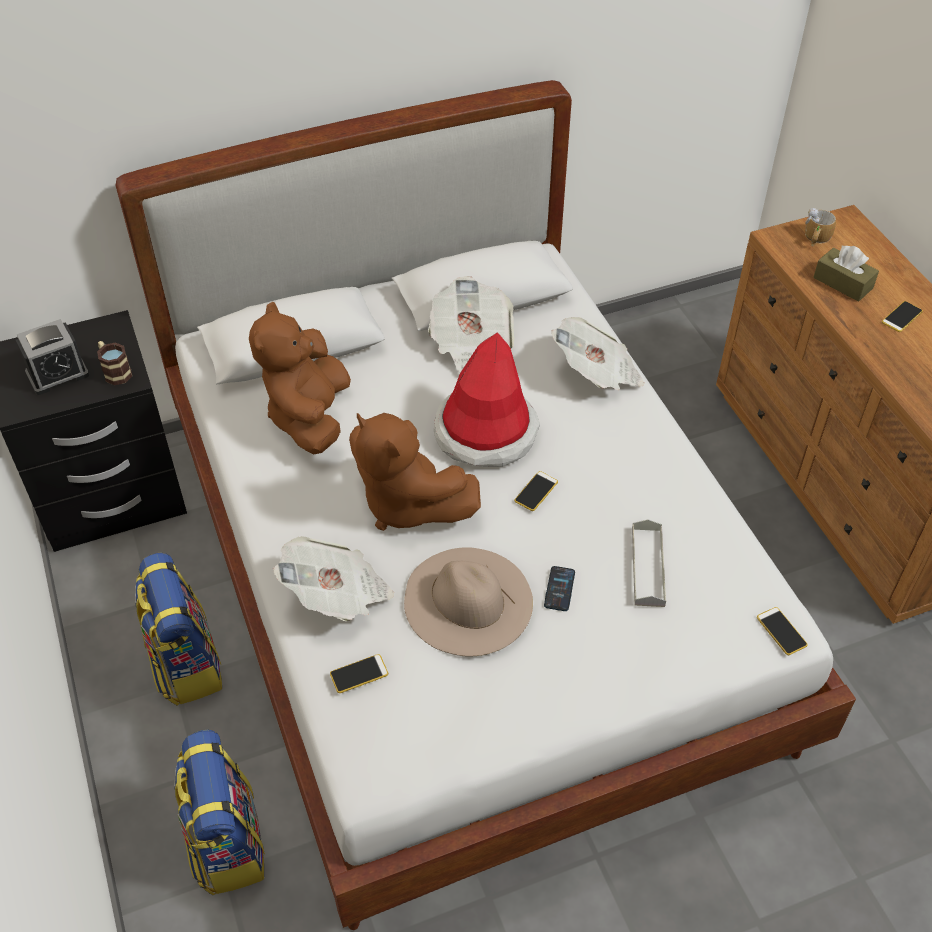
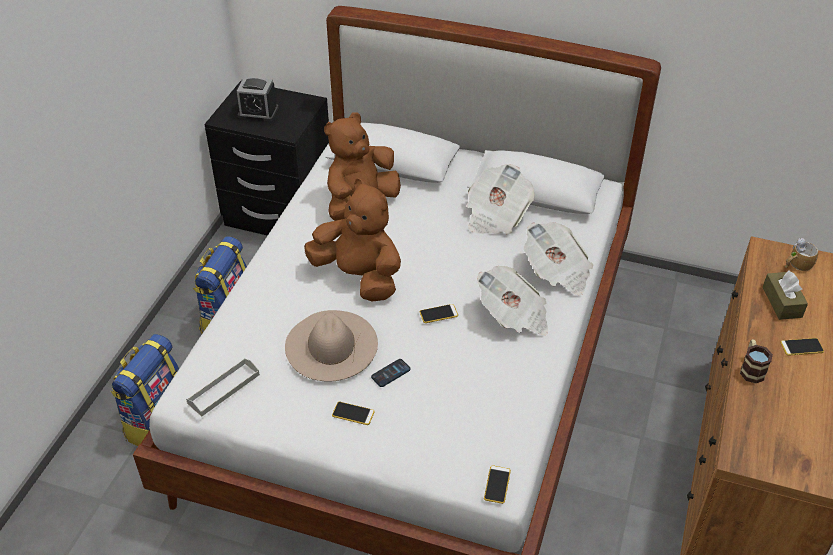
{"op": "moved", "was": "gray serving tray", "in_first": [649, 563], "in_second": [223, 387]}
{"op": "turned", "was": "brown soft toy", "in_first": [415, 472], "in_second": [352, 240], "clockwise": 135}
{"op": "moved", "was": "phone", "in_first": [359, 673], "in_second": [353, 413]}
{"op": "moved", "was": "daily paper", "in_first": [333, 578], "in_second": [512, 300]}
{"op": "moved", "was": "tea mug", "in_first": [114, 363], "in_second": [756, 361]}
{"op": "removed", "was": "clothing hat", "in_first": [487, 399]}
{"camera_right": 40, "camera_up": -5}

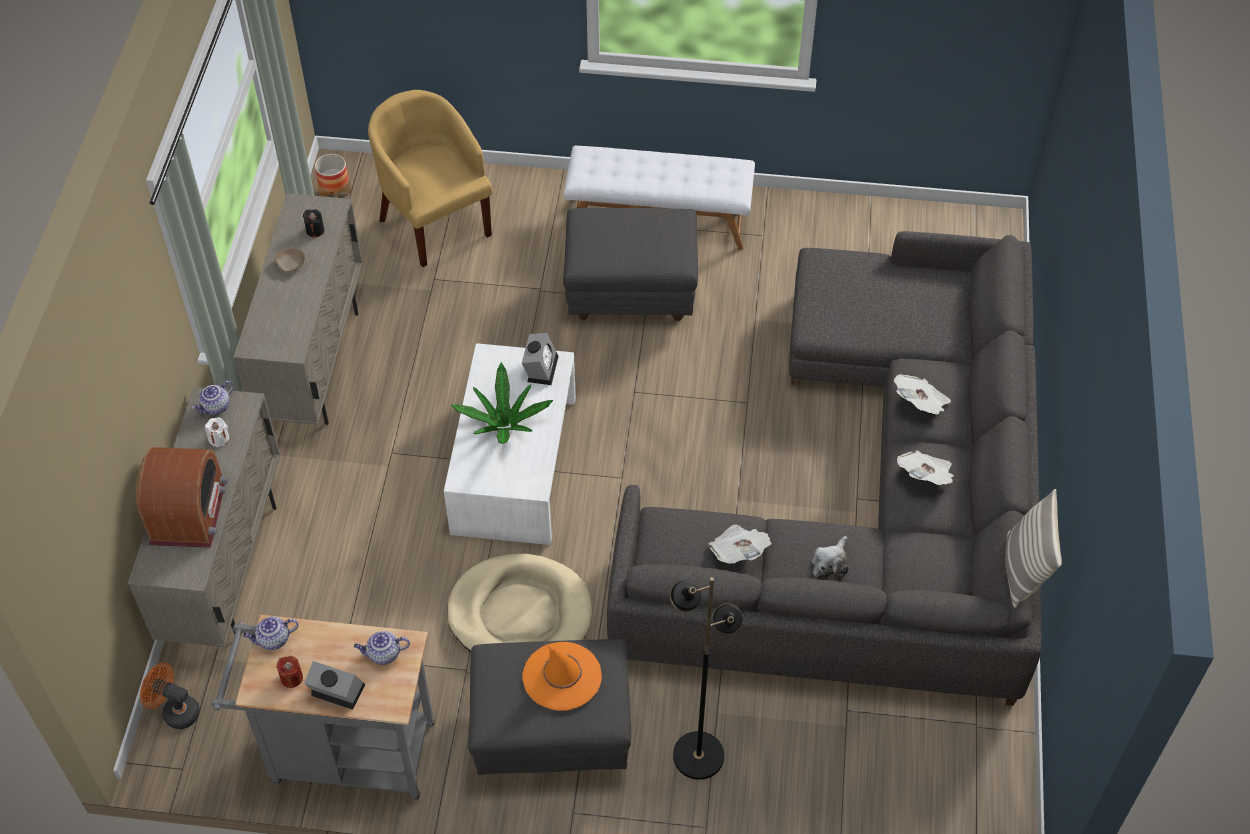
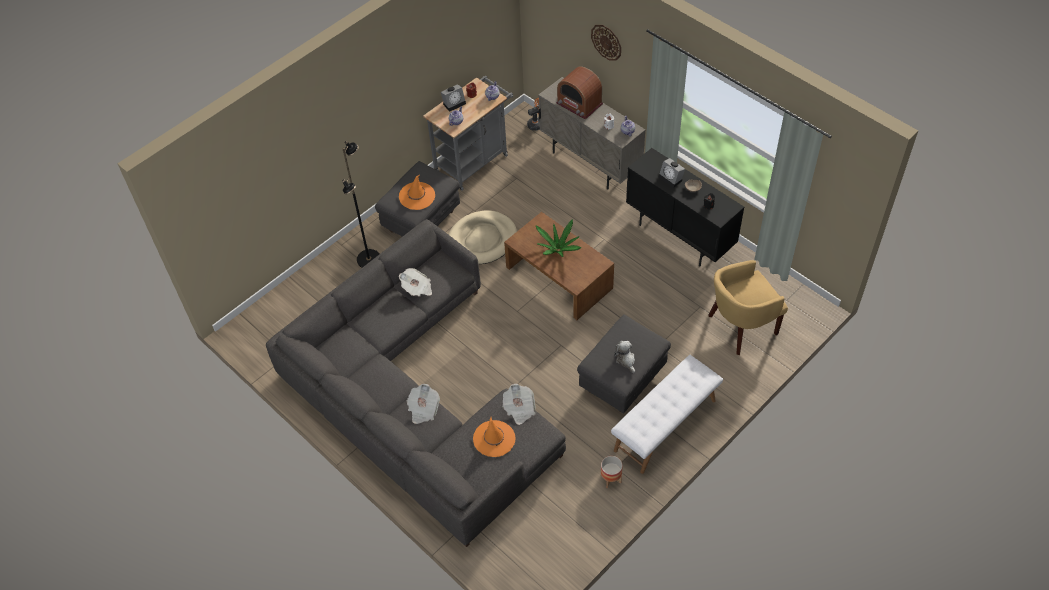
{"op": "added", "now": "orangey clothing hat", "in_second": [494, 437]}
{"op": "moved", "was": "daily paper", "in_first": [925, 467], "in_second": [519, 404]}
{"op": "recoloured", "was": "white low table", "now": "brown low table", "in_first": [510, 444], "in_second": [559, 266]}
{"op": "added", "now": "wall clock", "in_second": [606, 43]}
{"op": "moved", "was": "flower pot", "in_first": [333, 176], "in_second": [611, 472]}
{"op": "moved", "was": "soft toy", "in_first": [830, 558], "in_second": [624, 357]}
{"op": "recoloured", "was": "beige-coloured storage cabinet", "now": "blackish storage cabinet", "in_first": [298, 309], "in_second": [685, 207]}
{"op": "moved", "was": "bedside clock", "in_first": [540, 359], "in_second": [672, 173]}
{"op": "turned", "was": "yellowish armchair", "in_first": [430, 178], "in_second": [748, 307], "clockwise": 150}
{"op": "removed", "was": "throw pillow", "in_first": [1033, 548]}
{"camera_right": 130, "camera_up": 0}

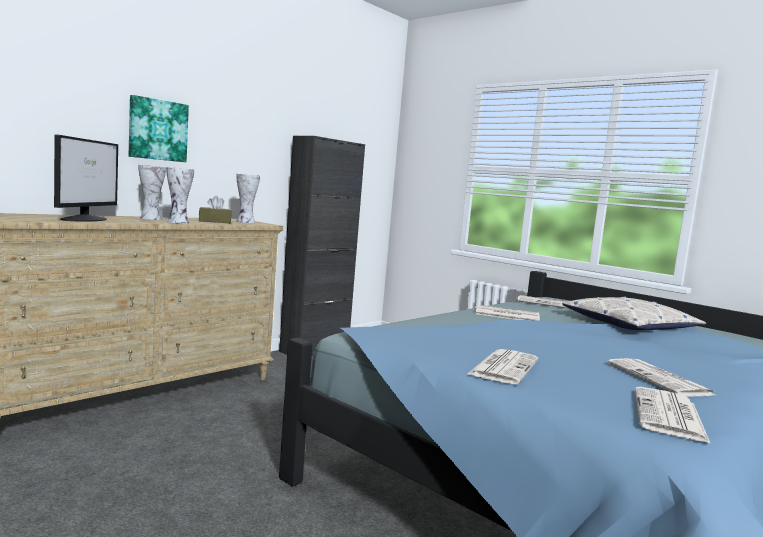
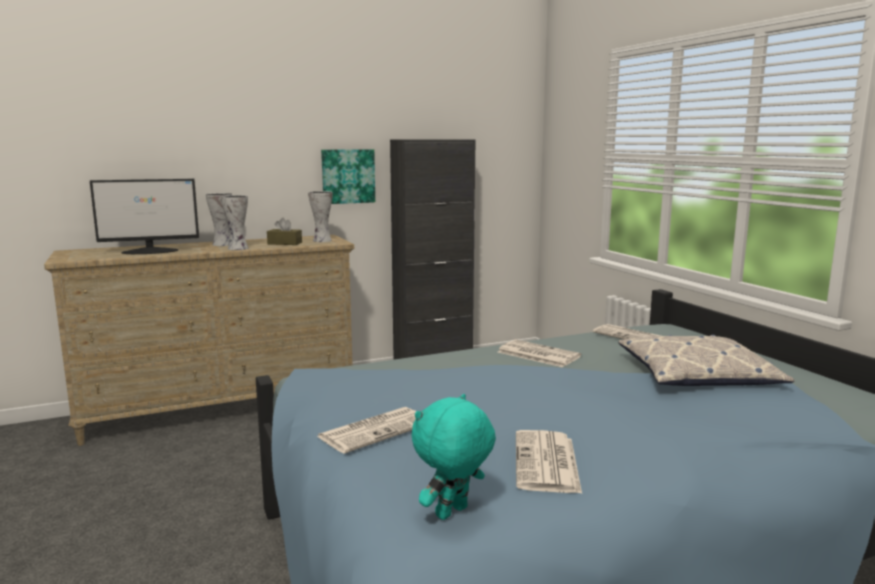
{"op": "turned", "was": "computer screen", "in_first": [86, 178], "in_second": [144, 216], "clockwise": 45}
{"op": "moved", "was": "picture", "in_first": [158, 128], "in_second": [348, 176]}
{"op": "replaced", "was": "daily paper", "now": "turquoise soft toy", "in_first": [673, 415], "in_second": [453, 457]}
{"camera_right": 25, "camera_up": 5}

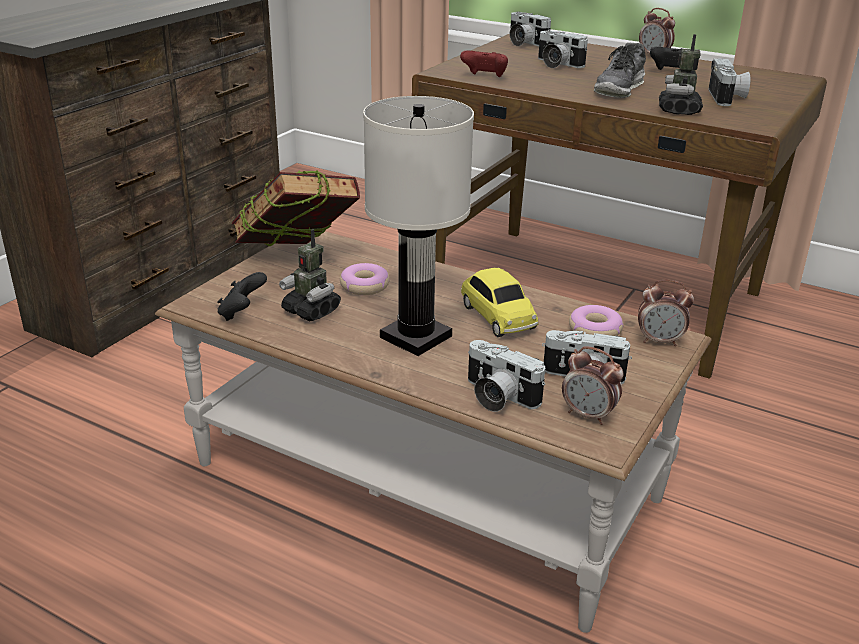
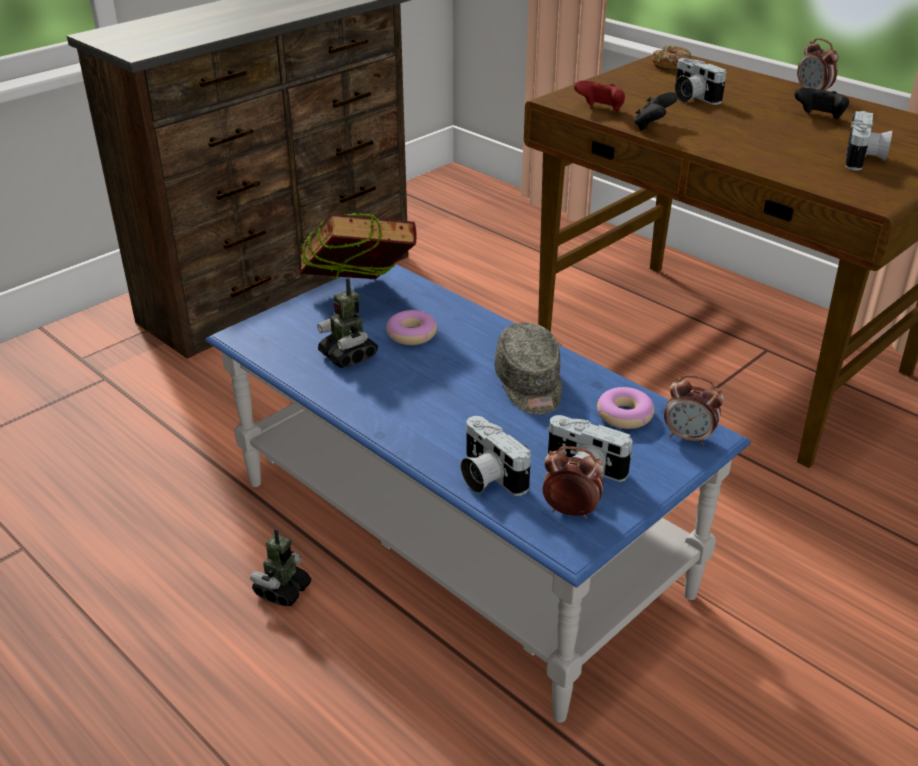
{"op": "recoloured", "was": "brown low table", "now": "blue-coloured low table", "in_first": [433, 432], "in_second": [478, 493]}
{"op": "moved", "was": "toy robot", "in_first": [681, 74], "in_second": [280, 567]}
{"op": "replaced", "was": "miniature car", "now": "gray baseball cap", "in_first": [499, 302], "in_second": [528, 368]}
{"op": "turned", "was": "bedside clock", "in_first": [593, 385], "in_second": [573, 482], "clockwise": 150}
{"op": "moved", "was": "blackish joypad", "in_first": [242, 296], "in_second": [656, 111]}
{"op": "replaced", "was": "photo camera", "now": "ring doughnut", "in_first": [530, 29], "in_second": [672, 58]}
{"op": "removed", "was": "white lamp for a table", "in_first": [418, 226]}
{"op": "removed", "was": "low shoe", "in_first": [620, 70]}
{"camera_right": 15, "camera_up": 5}

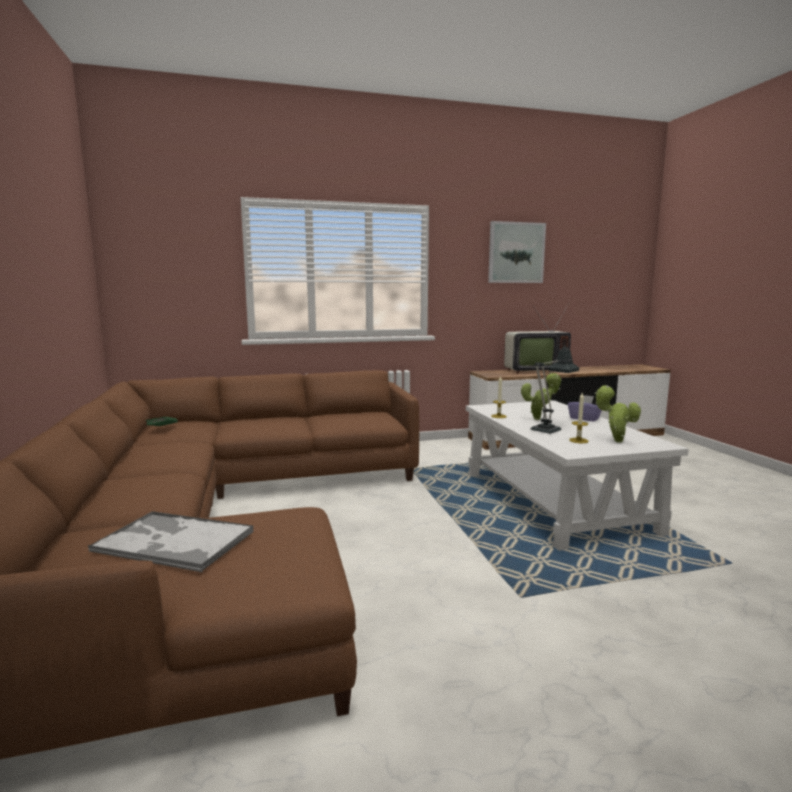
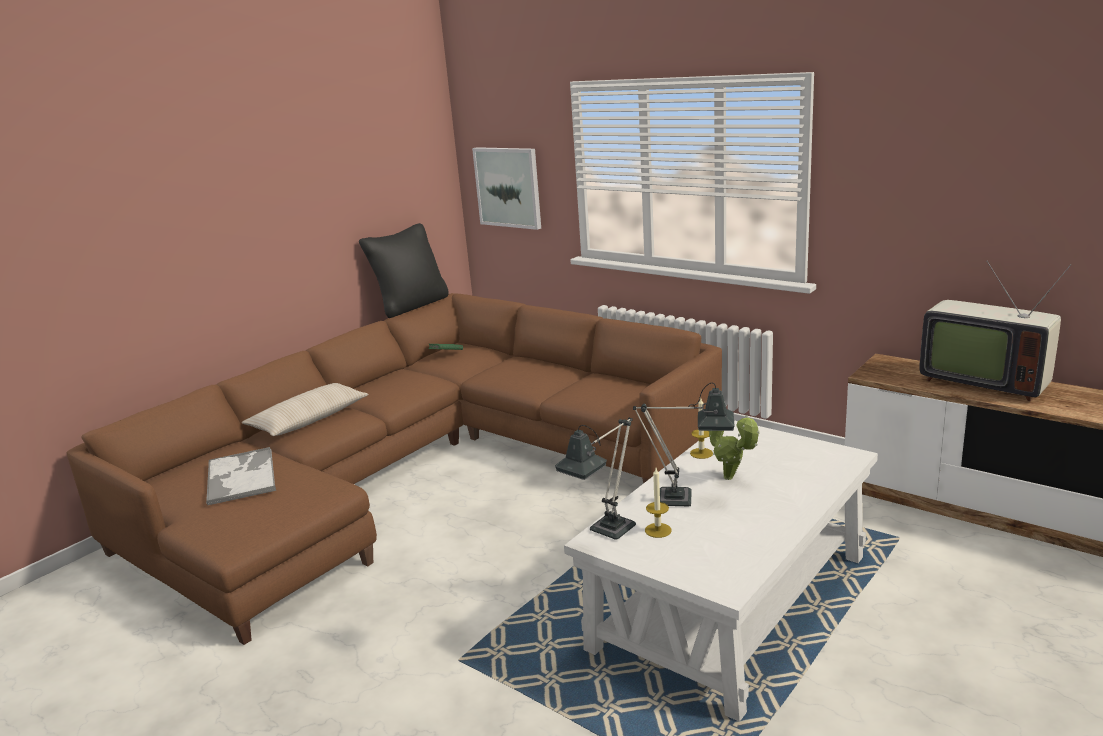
{"op": "added", "now": "beige-coloured throw pillow", "in_second": [305, 409]}
{"op": "added", "now": "blackish throw pillow", "in_second": [404, 270]}
{"op": "moved", "was": "picture", "in_first": [517, 252], "in_second": [506, 188]}
{"op": "added", "now": "lamp for a table", "in_second": [595, 478]}
{"op": "removed", "was": "purple-coloured tissue holder", "in_first": [585, 408]}
{"op": "removed", "was": "potted plant", "in_first": [618, 414]}
{"camera_right": 55, "camera_up": 10}

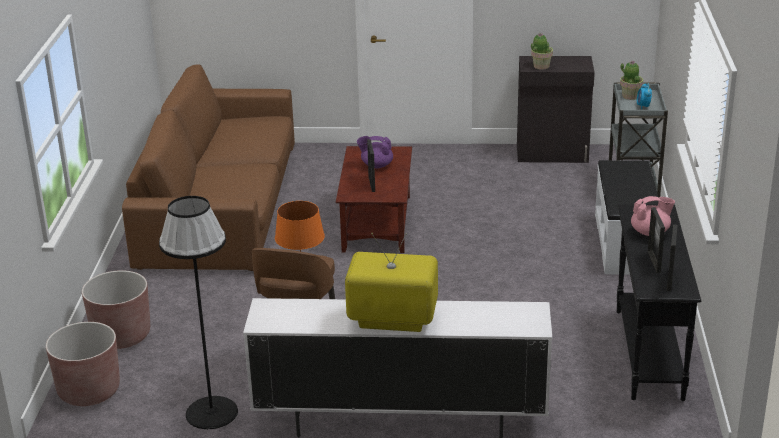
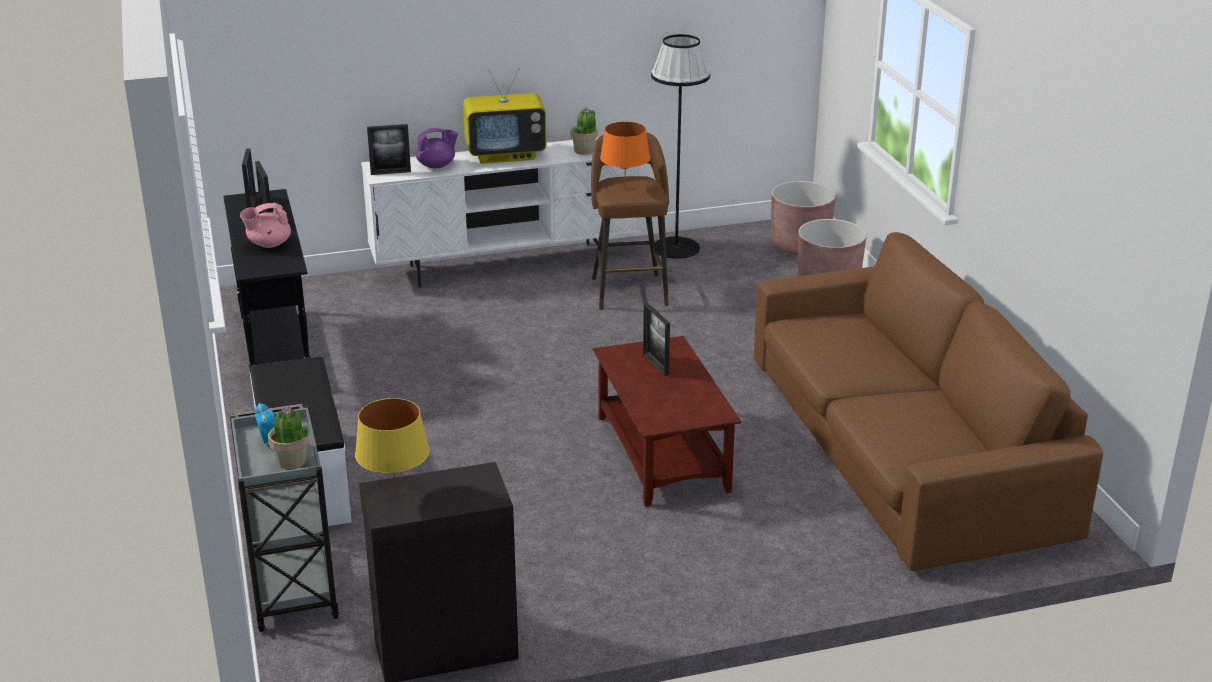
{"op": "added", "now": "yellowish lamp for a table", "in_second": [392, 445]}
{"op": "added", "now": "photo frame", "in_second": [389, 149]}
{"op": "moved", "was": "purple-coloured pot for tea", "in_first": [375, 152], "in_second": [437, 148]}
{"op": "moved", "was": "potted plant", "in_first": [542, 50], "in_second": [584, 131]}
{"camera_right": 160, "camera_up": 0}

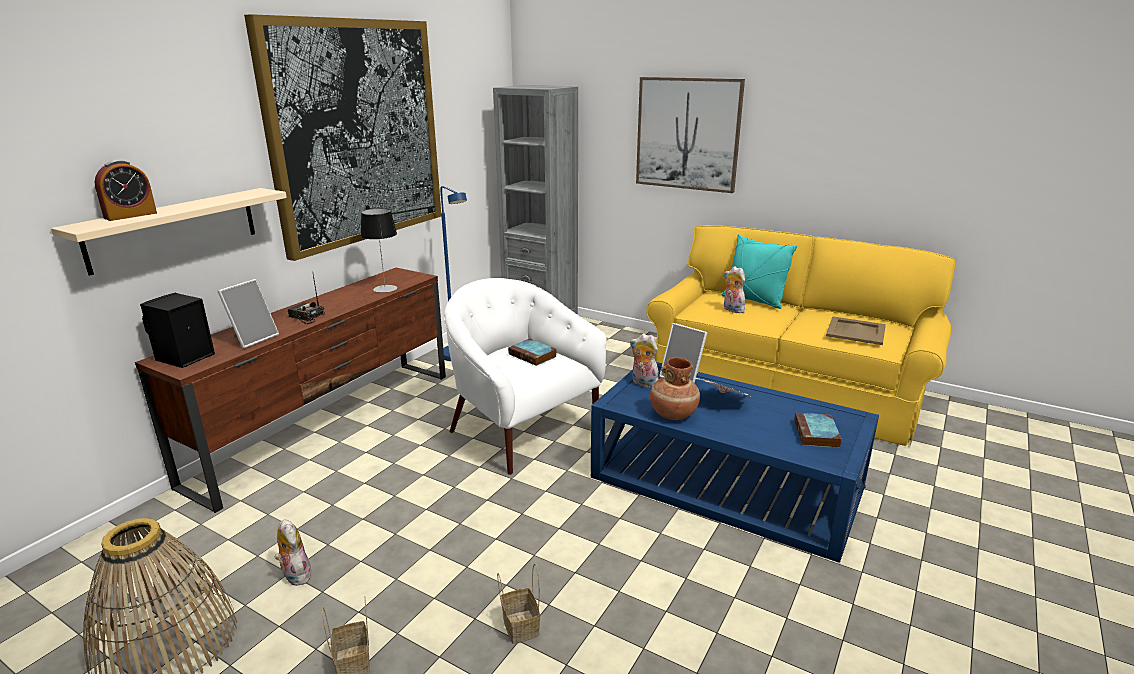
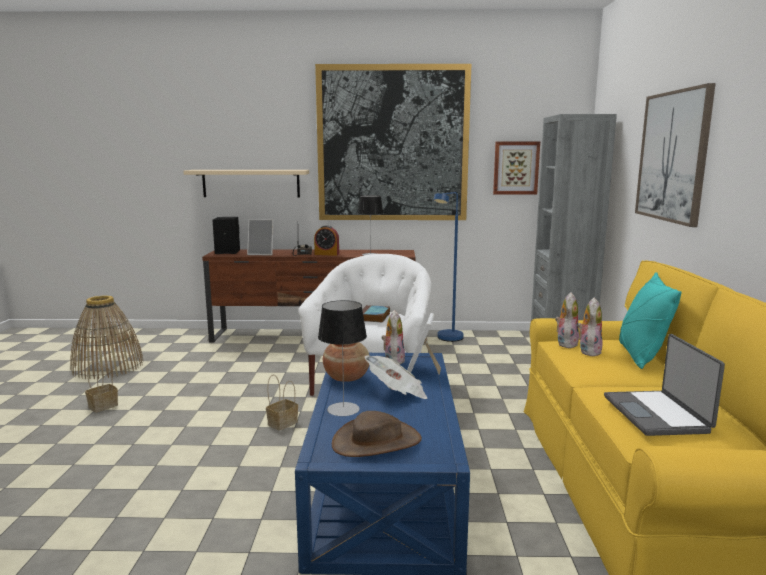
{"op": "moved", "was": "storage basket", "in_first": [518, 603], "in_second": [282, 403]}
{"op": "moved", "was": "bedside clock", "in_first": [126, 190], "in_second": [326, 240]}
{"op": "added", "now": "lamp for a table", "in_second": [342, 358]}
{"op": "replaced", "was": "book", "now": "brown clothing hat", "in_first": [818, 430], "in_second": [377, 434]}
{"op": "added", "now": "picture", "in_second": [516, 168]}
{"op": "moved", "was": "soft toy", "in_first": [293, 552], "in_second": [567, 320]}
{"op": "replaced", "was": "beige-coloured serving tray", "now": "notebook computer", "in_first": [856, 330], "in_second": [664, 385]}
{"camera_right": 60, "camera_up": -10}

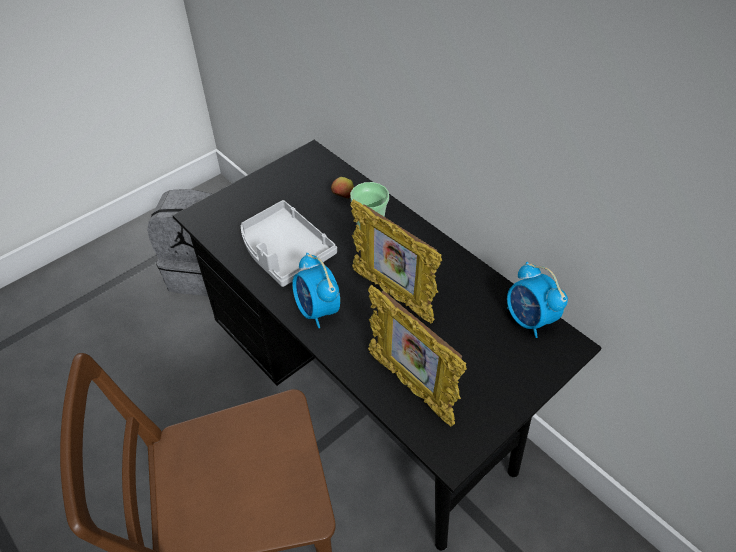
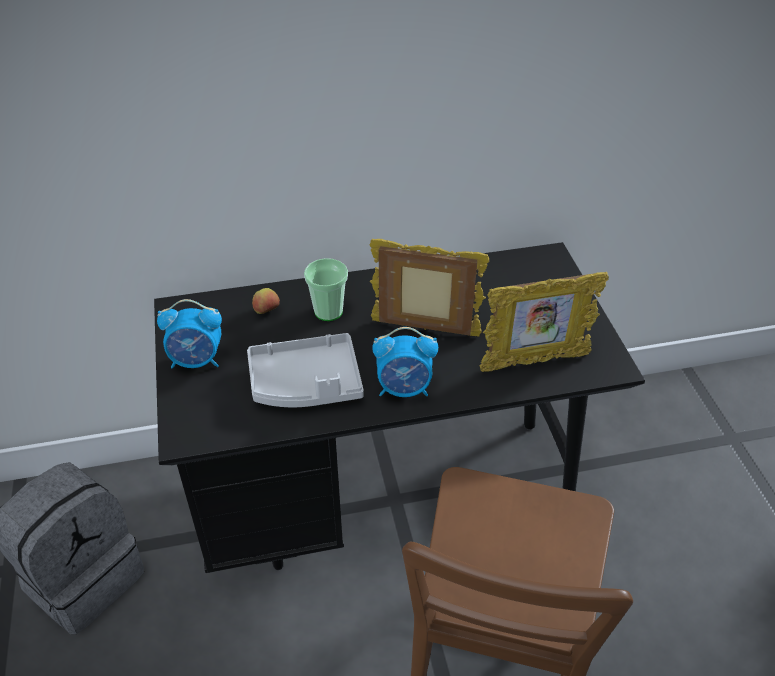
{"op": "moved", "was": "bedside clock", "in_first": [537, 300], "in_second": [189, 333]}
{"op": "turned", "was": "photo frame", "in_first": [396, 261], "in_second": [429, 288], "clockwise": -150}
{"camera_right": -60, "camera_up": -5}

